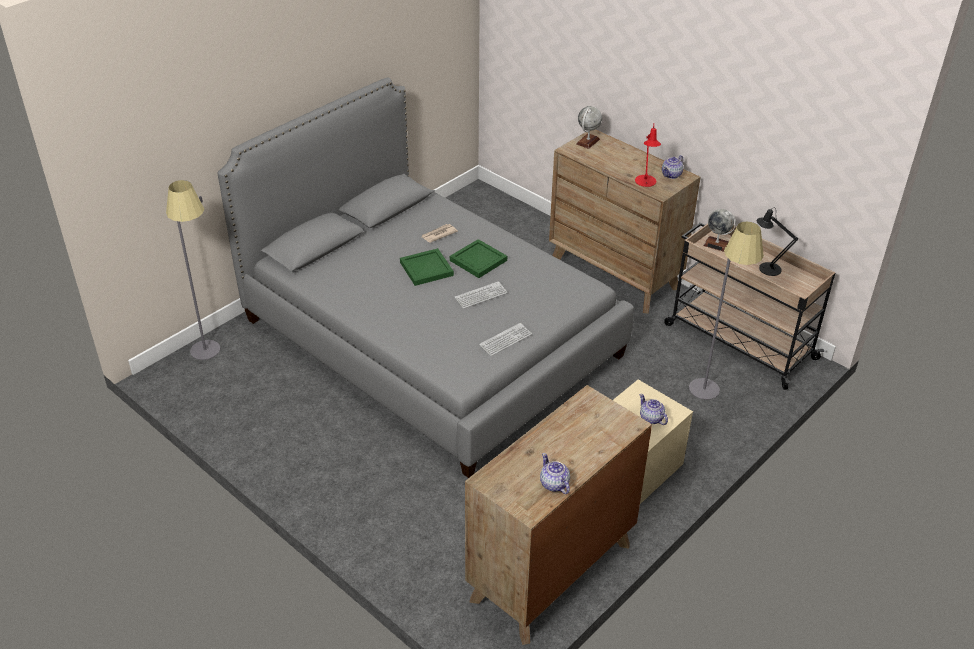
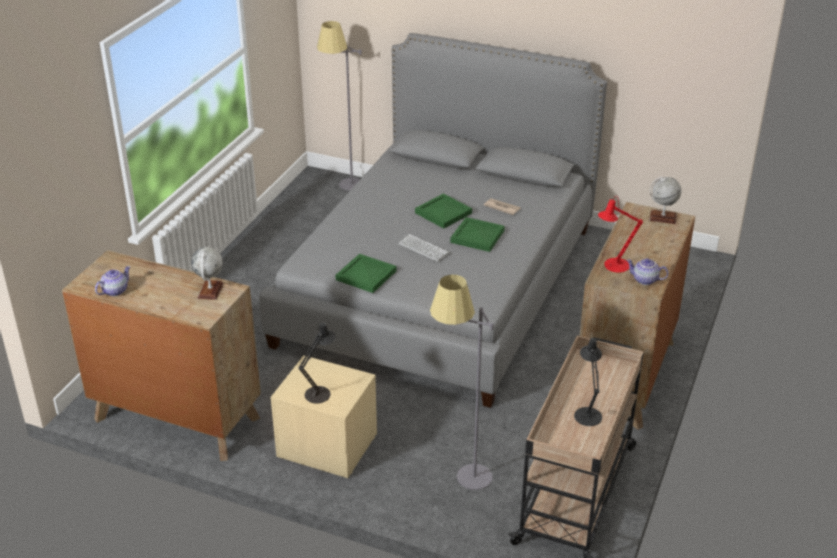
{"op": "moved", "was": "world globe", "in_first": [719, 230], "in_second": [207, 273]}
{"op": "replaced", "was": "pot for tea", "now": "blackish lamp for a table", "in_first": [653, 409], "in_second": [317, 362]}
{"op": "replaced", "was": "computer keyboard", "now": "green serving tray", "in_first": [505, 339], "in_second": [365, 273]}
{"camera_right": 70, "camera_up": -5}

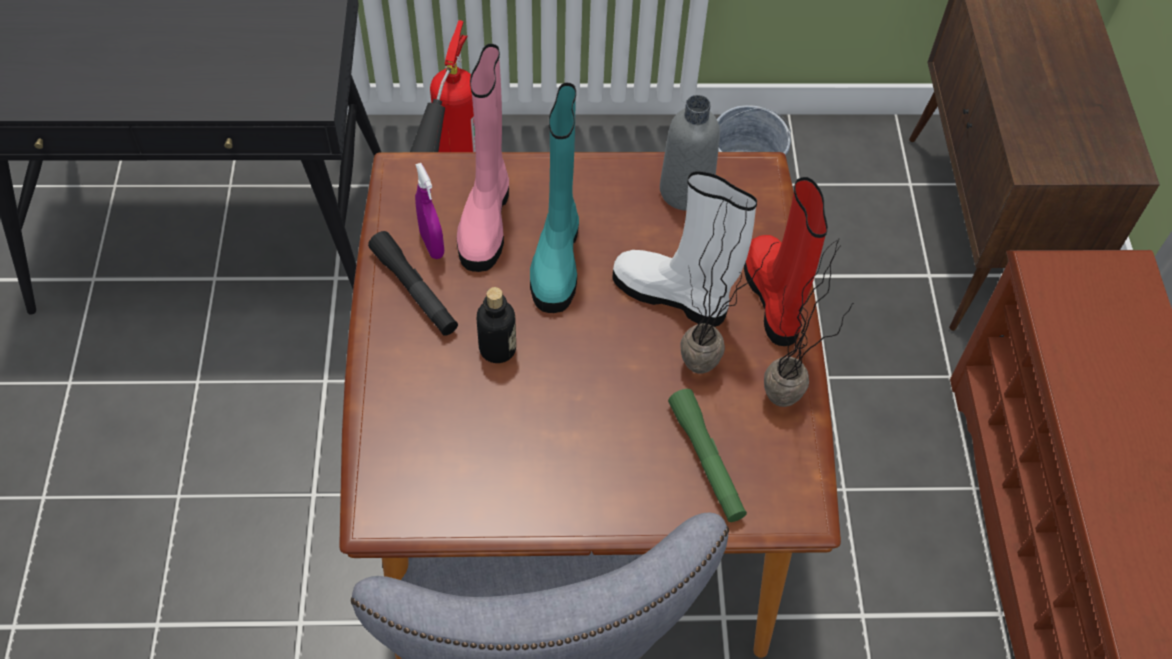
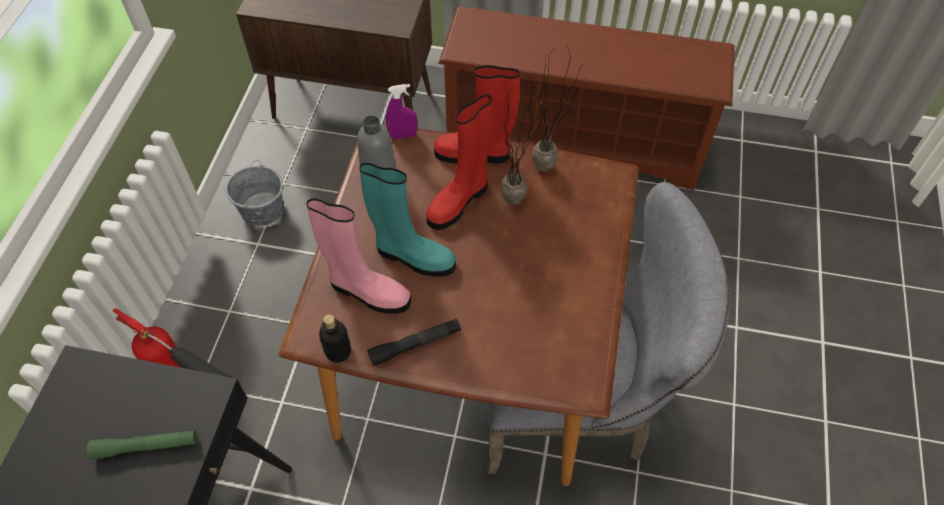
{"op": "moved", "was": "green hand torch", "in_first": [707, 455], "in_second": [142, 445]}
{"op": "moved", "was": "drink bottle", "in_first": [496, 325], "in_second": [335, 338]}
{"op": "moved", "was": "purple-coloured spray bottle", "in_first": [429, 211], "in_second": [401, 111]}
{"op": "recoloured", "was": "white tall boot", "now": "red-coloured tall boot", "in_first": [684, 249], "in_second": [459, 162]}
{"camera_right": -75, "camera_up": 0}

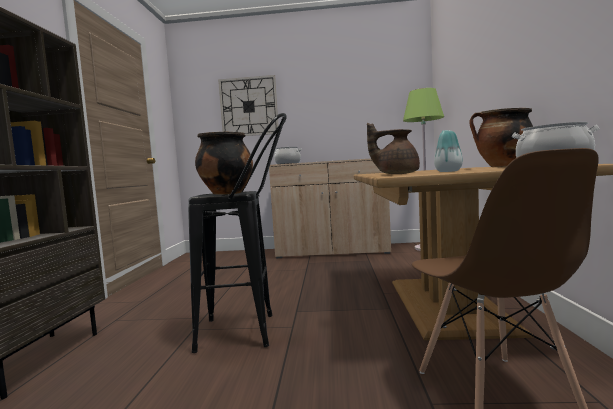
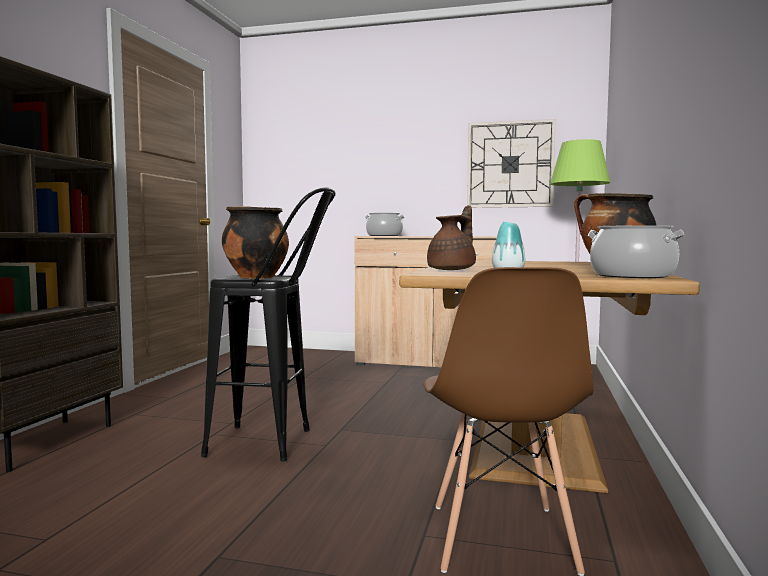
{"op": "turned", "was": "brown pot for tea", "in_first": [393, 148], "in_second": [451, 237], "clockwise": 105}
{"op": "moved", "was": "wall clock", "in_first": [248, 105], "in_second": [511, 163]}
{"camera_right": 10, "camera_up": 0}

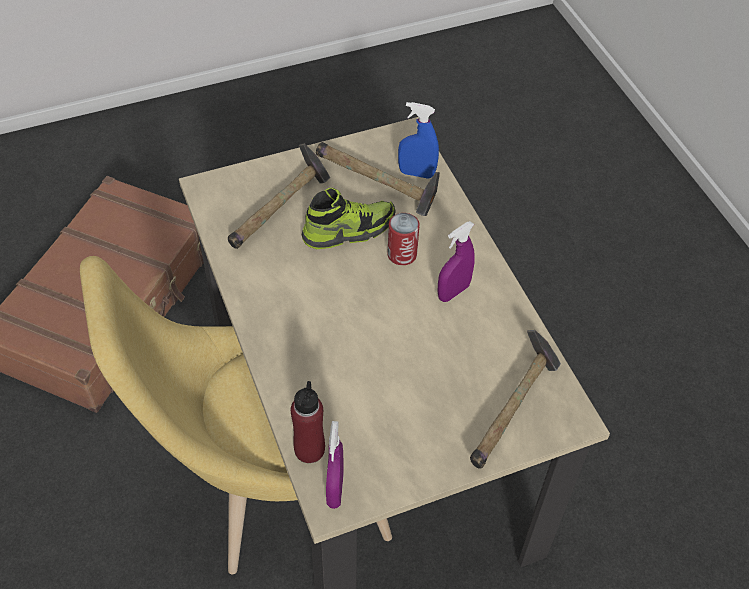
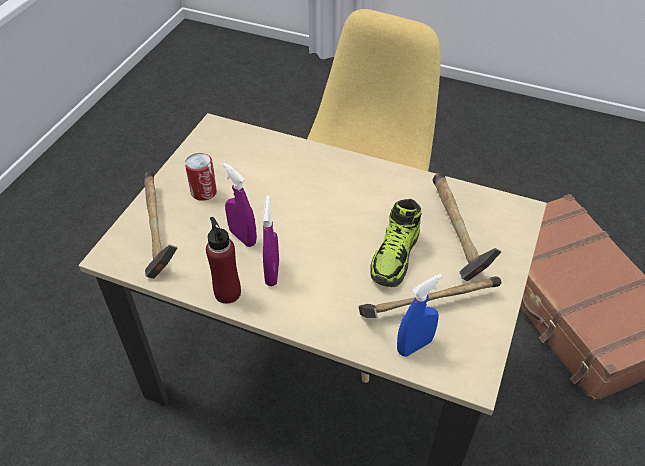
{"op": "moved", "was": "can", "in_first": [403, 239], "in_second": [201, 177]}
{"op": "moved", "was": "red-coloured drink bottle", "in_first": [308, 422], "in_second": [223, 260]}
{"op": "moved", "was": "purple-coloured spray bottle", "in_first": [335, 465], "in_second": [240, 205]}
{"camera_right": 135, "camera_up": -5}

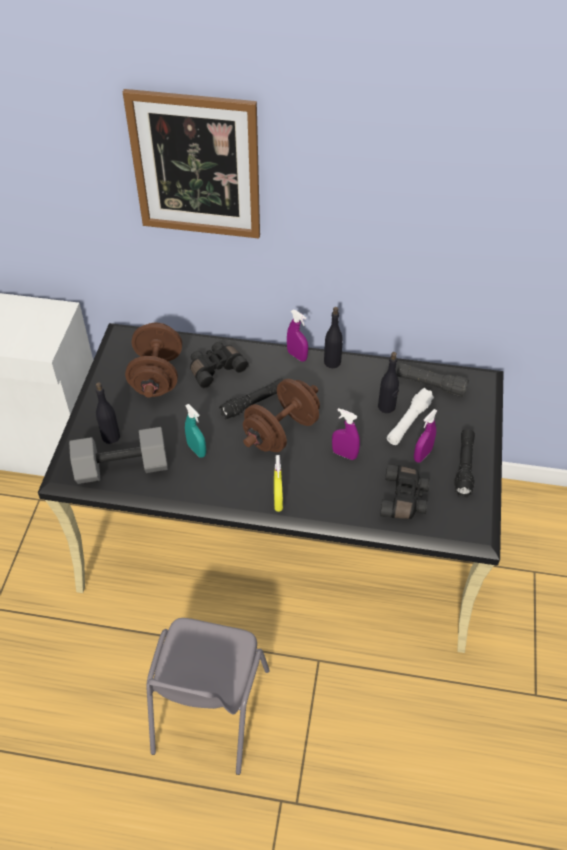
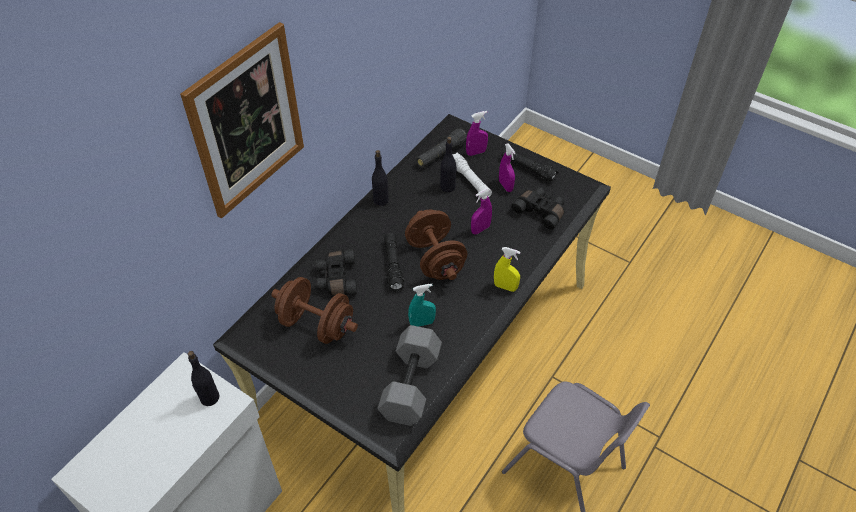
{"op": "moved", "was": "blackish drink bottle", "in_first": [108, 413], "in_second": [203, 378]}
{"op": "moved", "was": "purple-coloured spray bottle", "in_first": [297, 335], "in_second": [477, 133]}
{"camera_right": -65, "camera_up": 0}

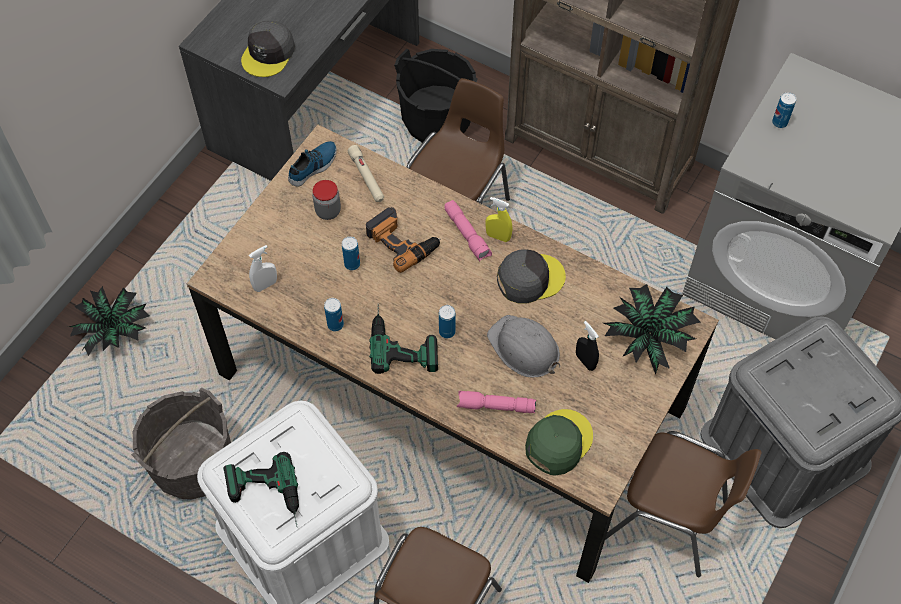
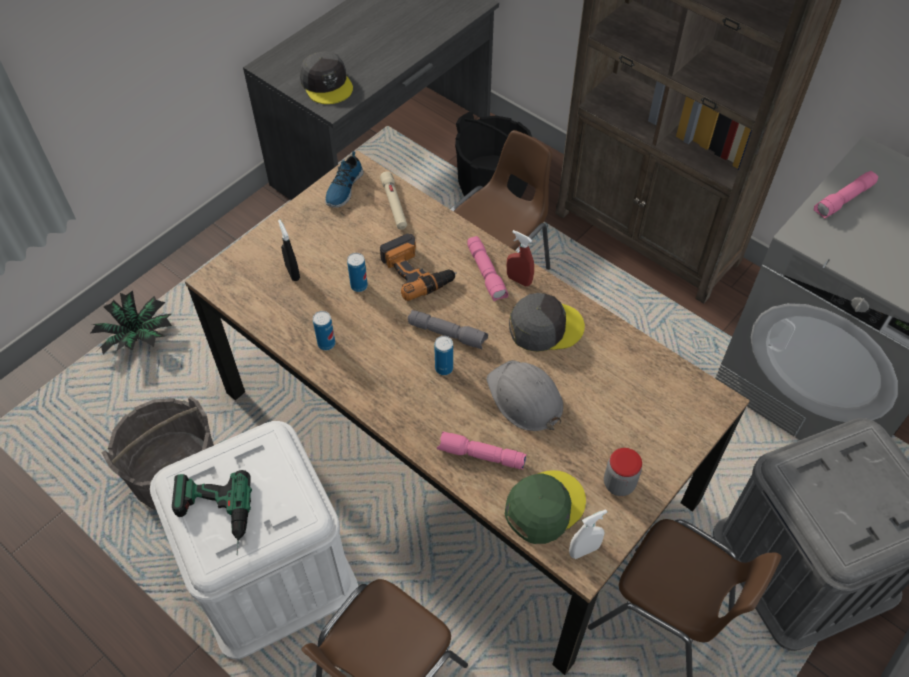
{"op": "moved", "was": "blackish spray bottle", "in_first": [587, 346], "in_second": [289, 250]}
{"op": "turned", "was": "gray baseball cap", "in_first": [268, 49], "in_second": [326, 77], "clockwise": -60}
{"op": "turned", "was": "low shoe", "in_first": [312, 164], "in_second": [344, 179], "clockwise": 150}
{"op": "added", "now": "gray hand torch", "in_second": [448, 329]}
{"op": "recoloured", "was": "yellowish spray bottle", "now": "red-coloured spray bottle", "in_first": [499, 219], "in_second": [520, 258]}
{"op": "moved", "was": "white spray bottle", "in_first": [263, 268], "in_second": [588, 534]}
{"op": "moved", "was": "storage jar", "in_first": [326, 200], "in_second": [623, 472]}
{"op": "replaced", "was": "can", "now": "pink-coloured hand torch", "in_first": [784, 110], "in_second": [846, 195]}
{"op": "removed", "was": "drill", "in_first": [403, 338]}
{"op": "removed", "was": "potted plant", "in_first": [652, 329]}
{"camera_right": 10, "camera_up": -5}

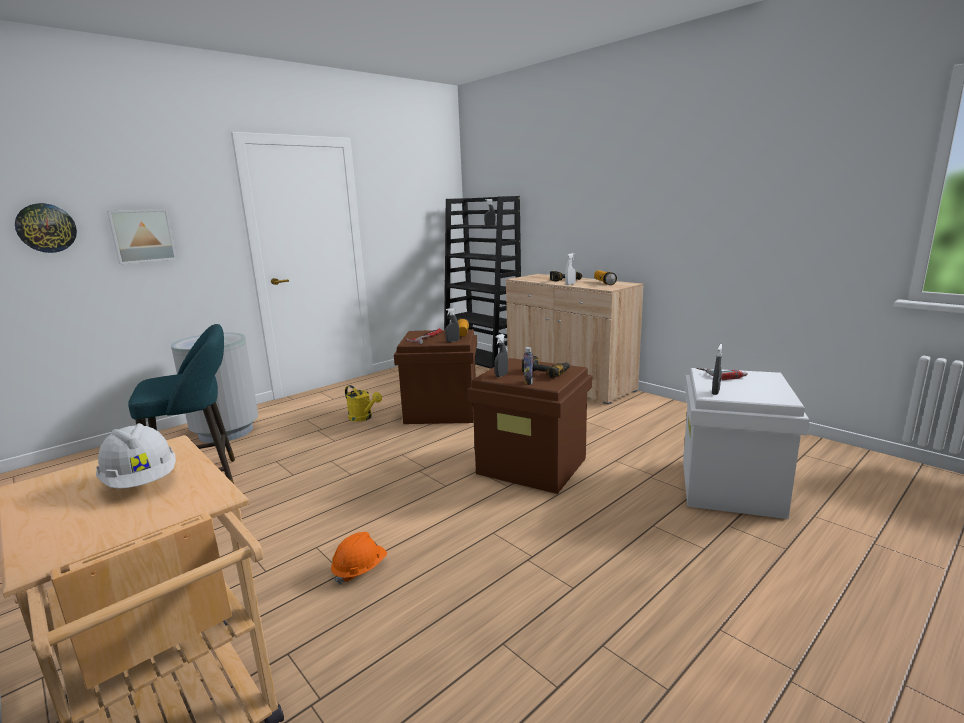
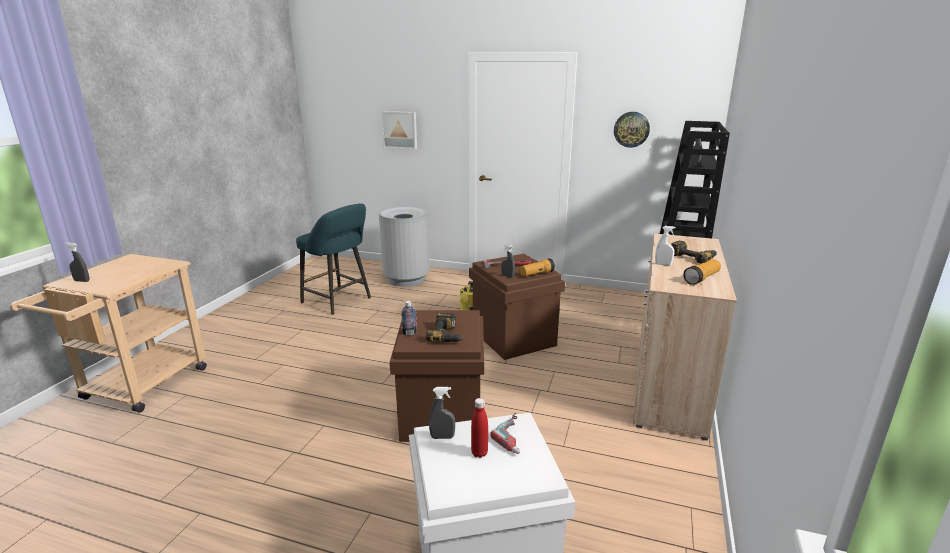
{"op": "moved", "was": "gray spray bottle", "in_first": [501, 355], "in_second": [77, 262]}
{"op": "added", "now": "red-coloured drink bottle", "in_second": [479, 428]}
{"op": "moved", "was": "wall clock", "in_first": [46, 228], "in_second": [632, 130]}
{"op": "removed", "was": "white safety helmet", "in_first": [136, 456]}
{"op": "removed", "was": "orangey safety helmet", "in_first": [359, 558]}
{"camera_right": 60, "camera_up": 5}

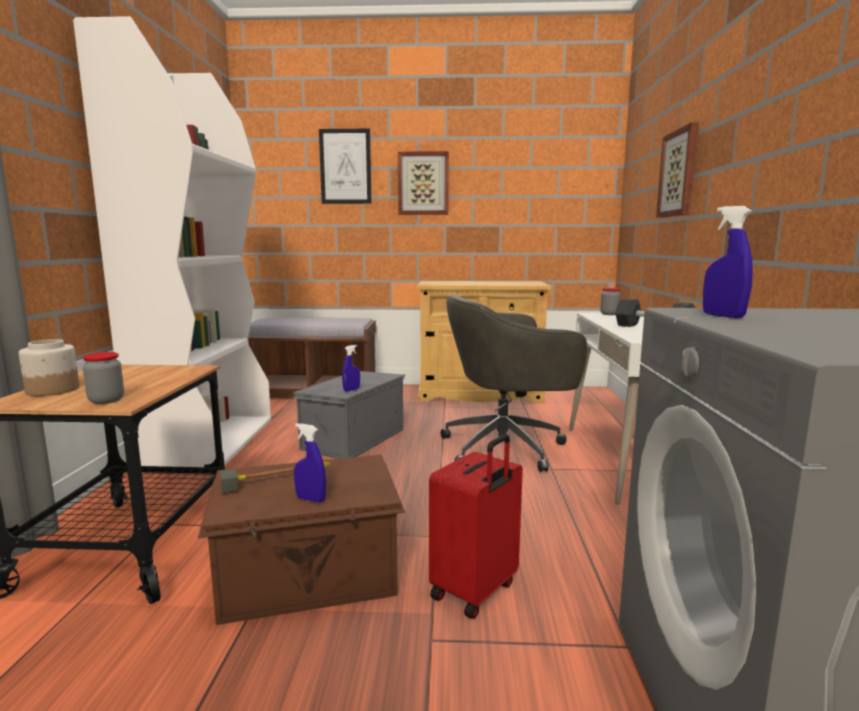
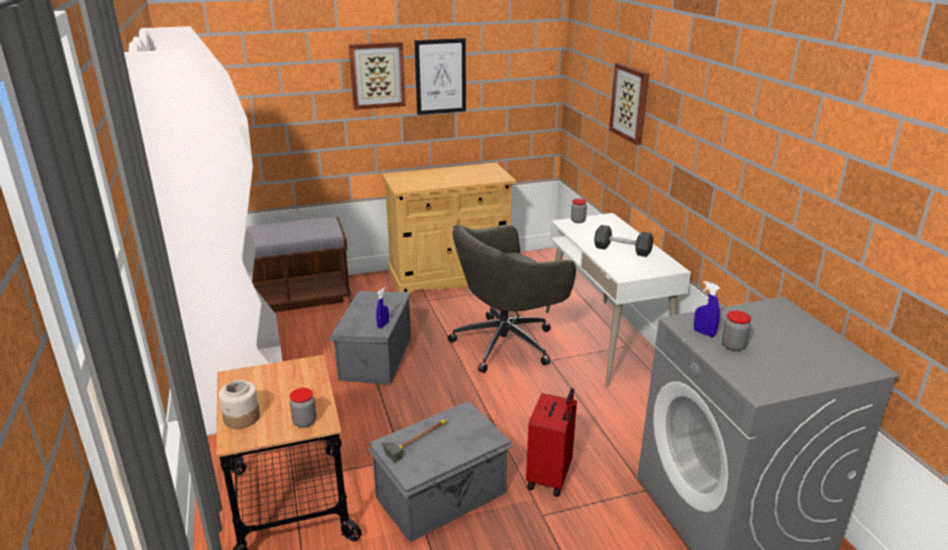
{"op": "recoloured", "was": "brown storage box", "now": "gray storage box", "in_first": [301, 539], "in_second": [440, 471]}
{"op": "moved", "was": "picture", "in_first": [345, 166], "in_second": [440, 76]}
{"op": "added", "now": "storage jar", "in_second": [736, 331]}
{"op": "removed", "was": "blue-coloured spray bottle", "in_first": [310, 463]}
{"camera_right": -20, "camera_up": 15}

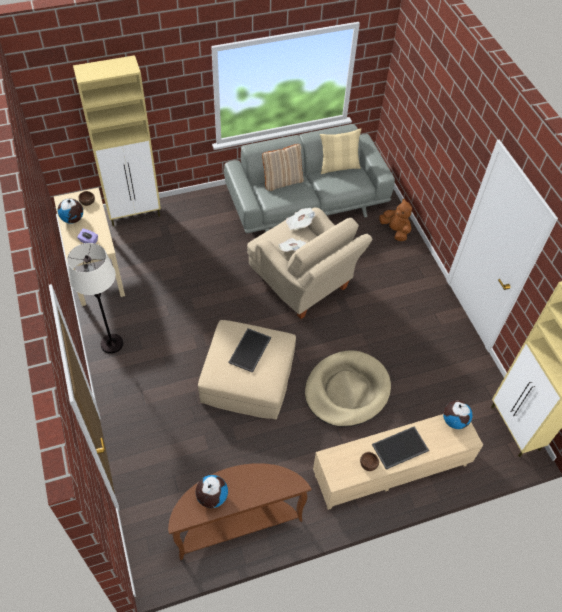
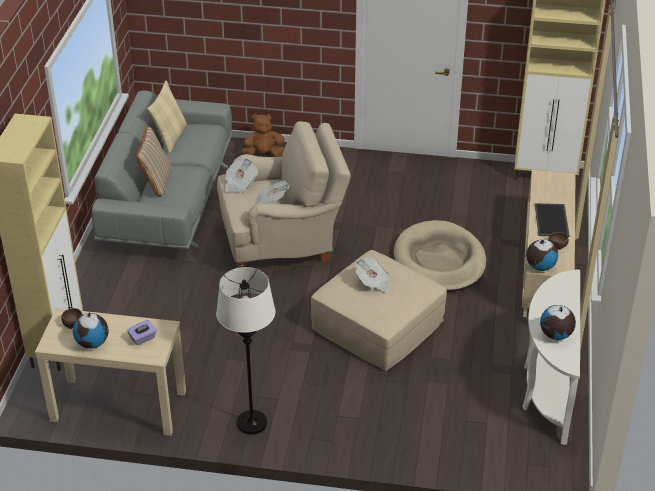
{"op": "replaced", "was": "serving tray", "now": "daily paper", "in_first": [249, 350], "in_second": [373, 274]}
{"op": "recoloured", "was": "brown hall table", "now": "white hall table", "in_first": [239, 511], "in_second": [551, 357]}
{"op": "moved", "was": "world globe", "in_first": [457, 414], "in_second": [542, 255]}
{"camera_right": -60, "camera_up": -15}

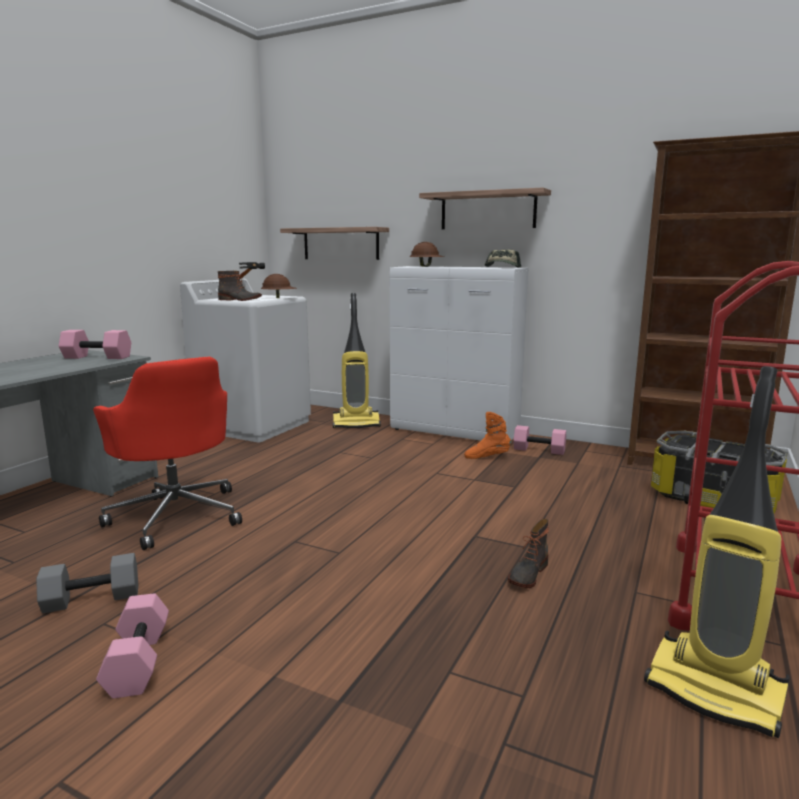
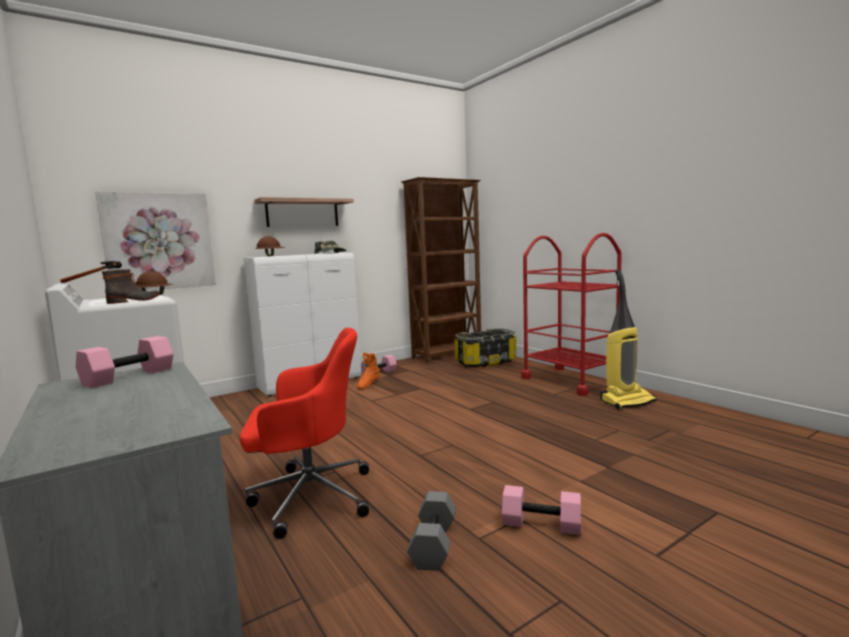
{"op": "replaced", "was": "shelf", "now": "picture", "in_first": [334, 243], "in_second": [155, 241]}
{"op": "removed", "was": "hoover", "in_first": [357, 360]}
{"op": "removed", "was": "tall boot", "in_first": [528, 553]}
{"camera_right": -60, "camera_up": -5}

